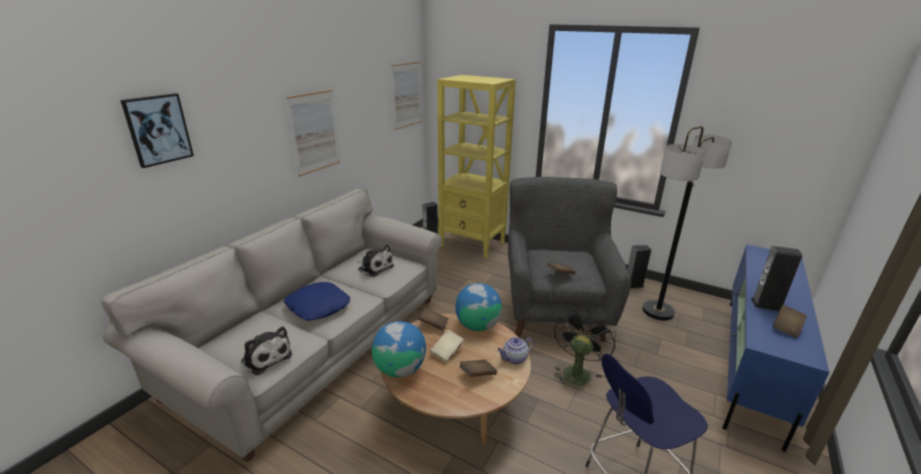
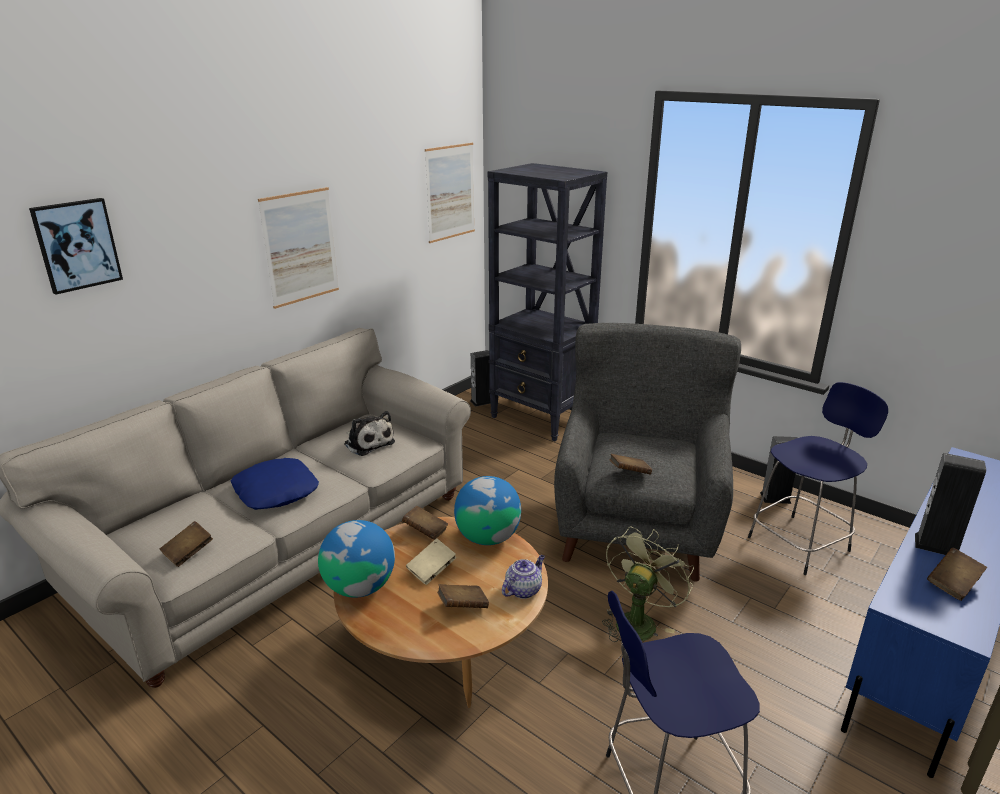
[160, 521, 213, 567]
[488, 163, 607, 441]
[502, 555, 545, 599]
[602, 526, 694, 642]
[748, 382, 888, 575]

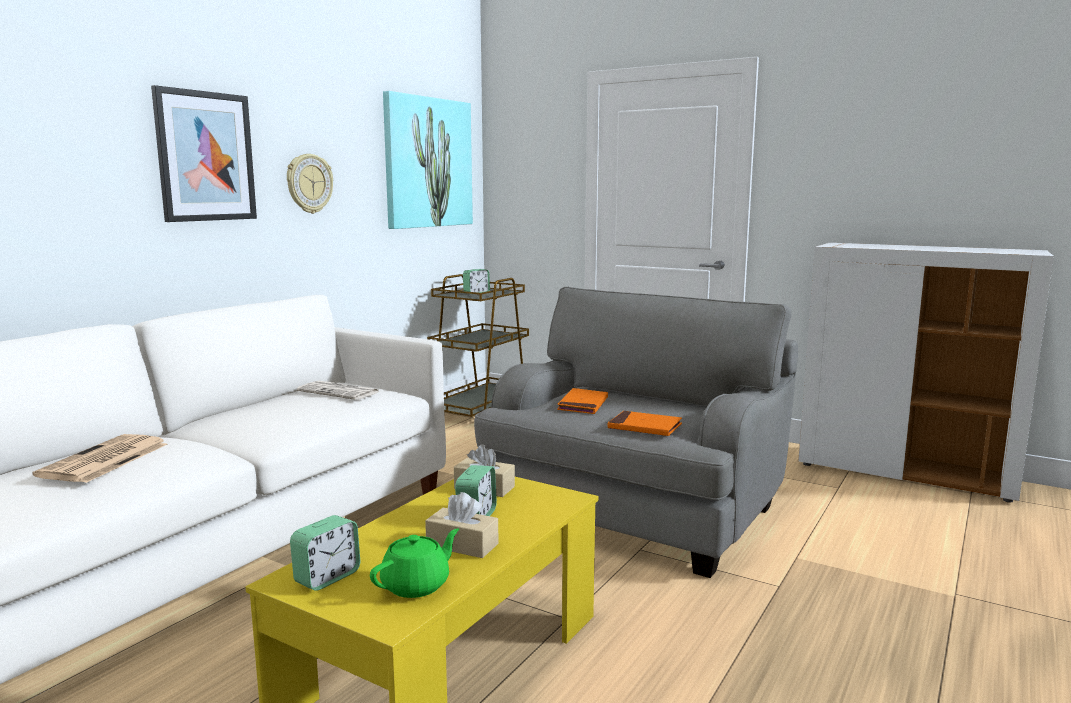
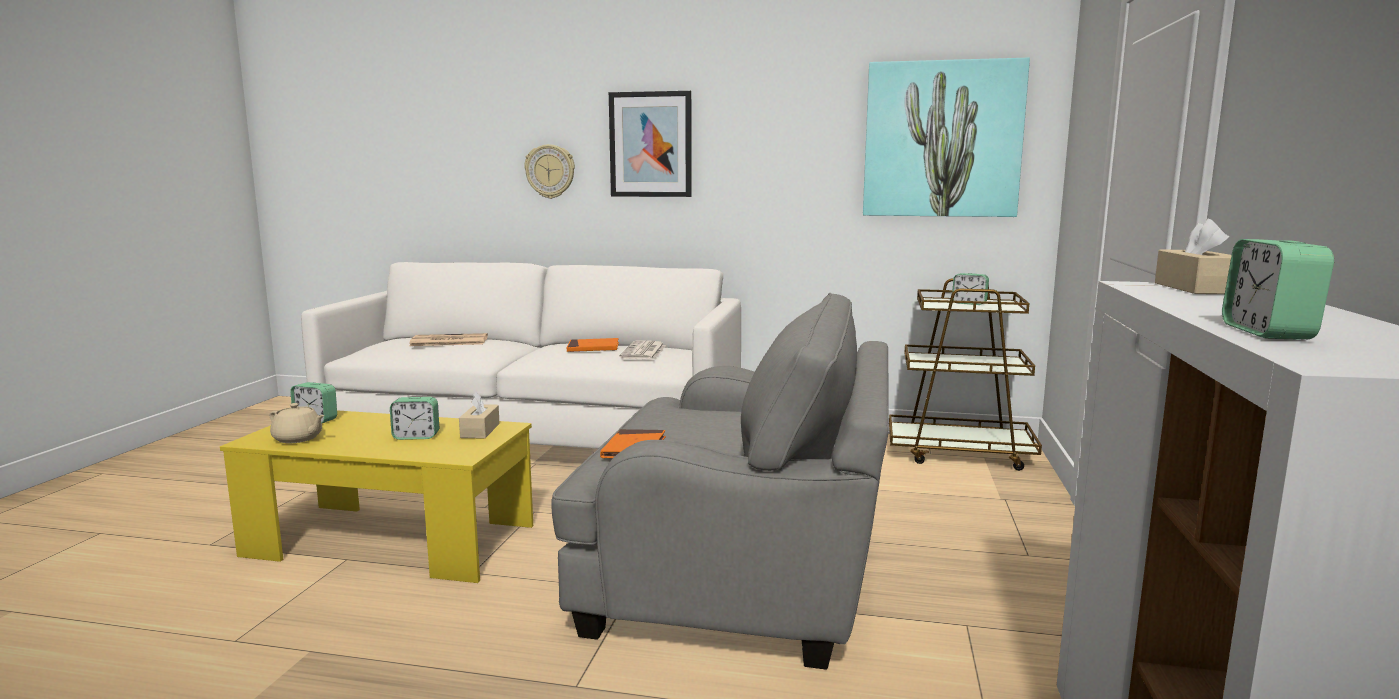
[269, 403, 324, 443]
[524, 144, 575, 199]
[567, 338, 619, 352]
[1155, 219, 1232, 294]
[1222, 239, 1334, 340]

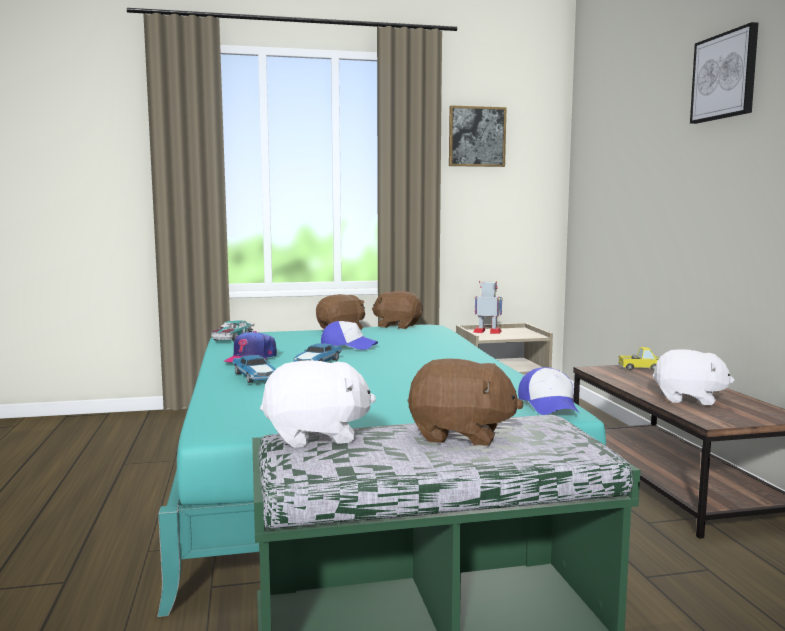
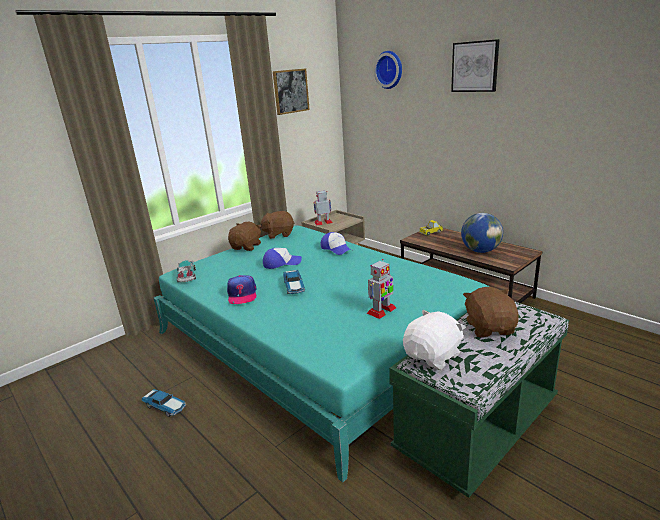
[141, 389, 187, 417]
[321, 232, 352, 255]
[367, 259, 396, 319]
[374, 51, 402, 89]
[461, 213, 503, 253]
[463, 287, 519, 337]

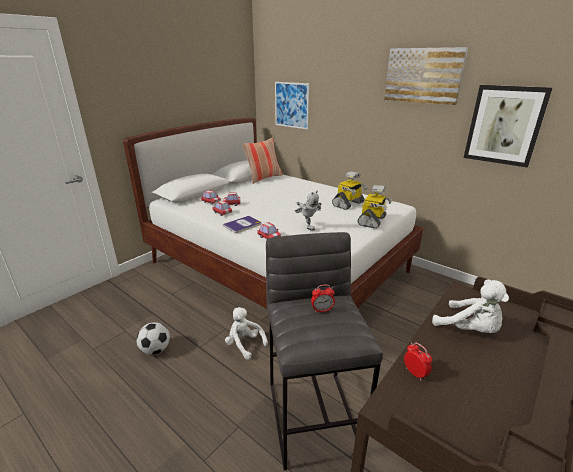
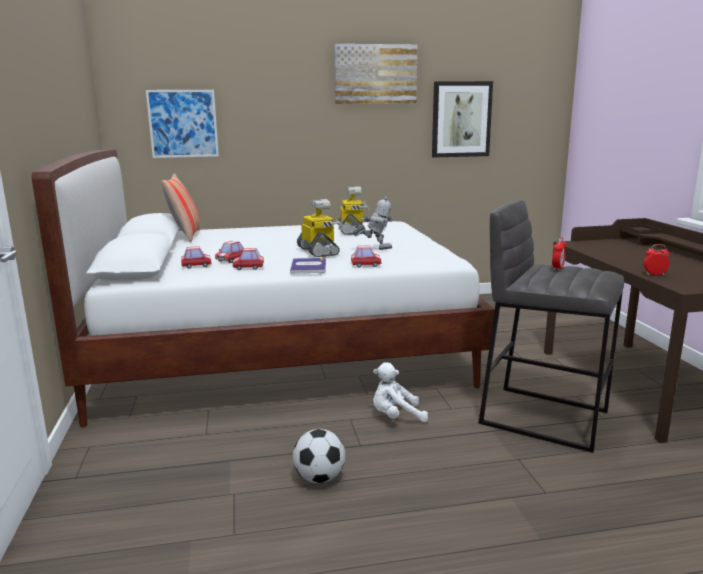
[297, 199, 343, 257]
[432, 280, 509, 333] (first image)

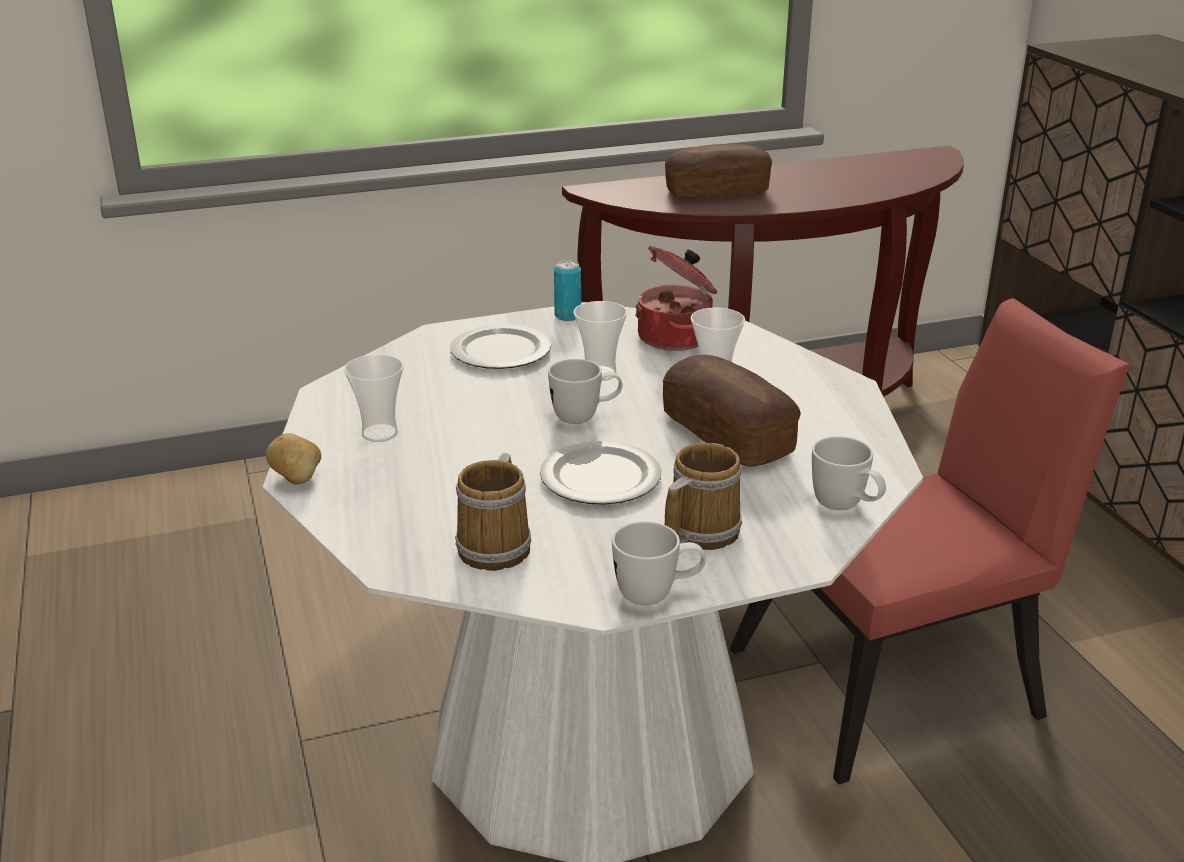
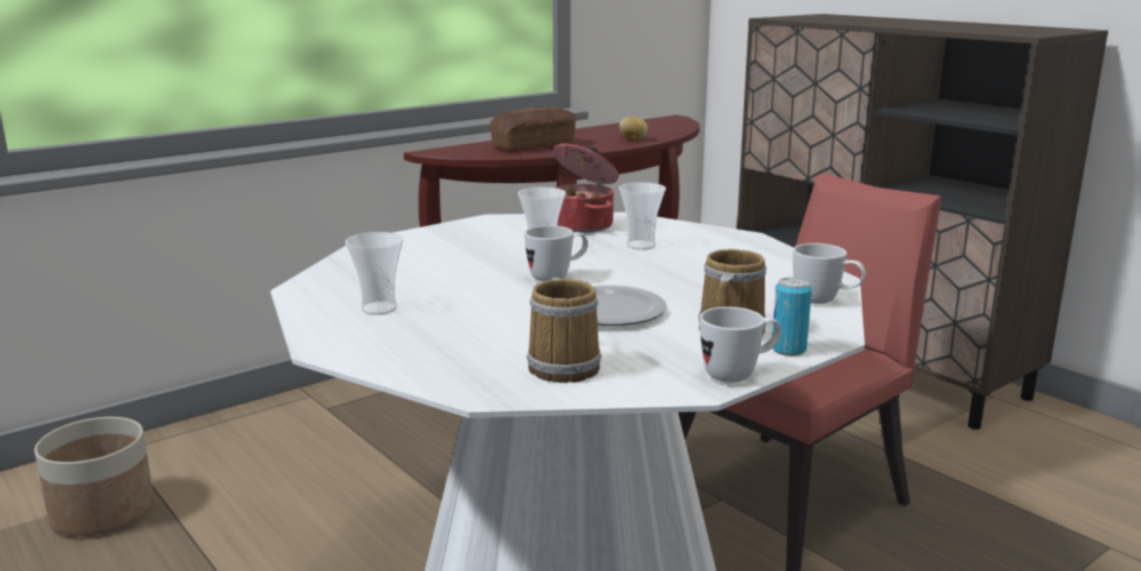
[34, 417, 154, 536]
[619, 116, 648, 140]
[772, 277, 812, 356]
[450, 324, 551, 369] (first image)
[663, 354, 801, 467] (first image)

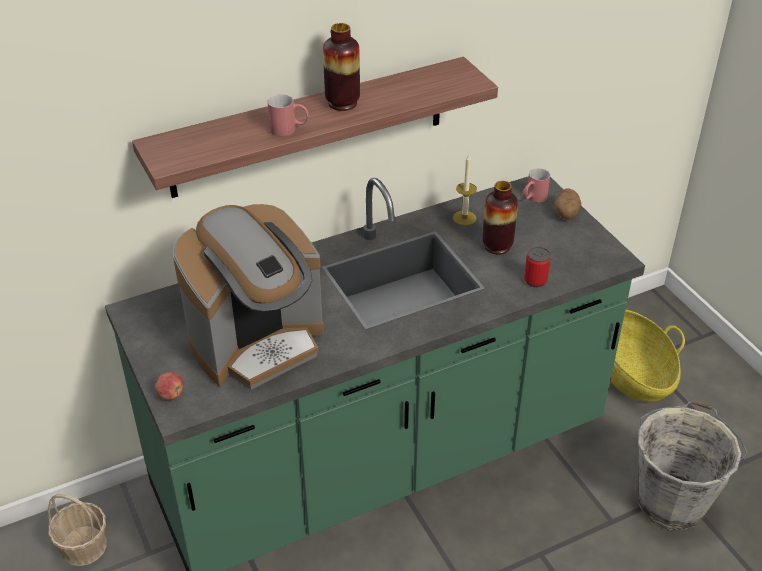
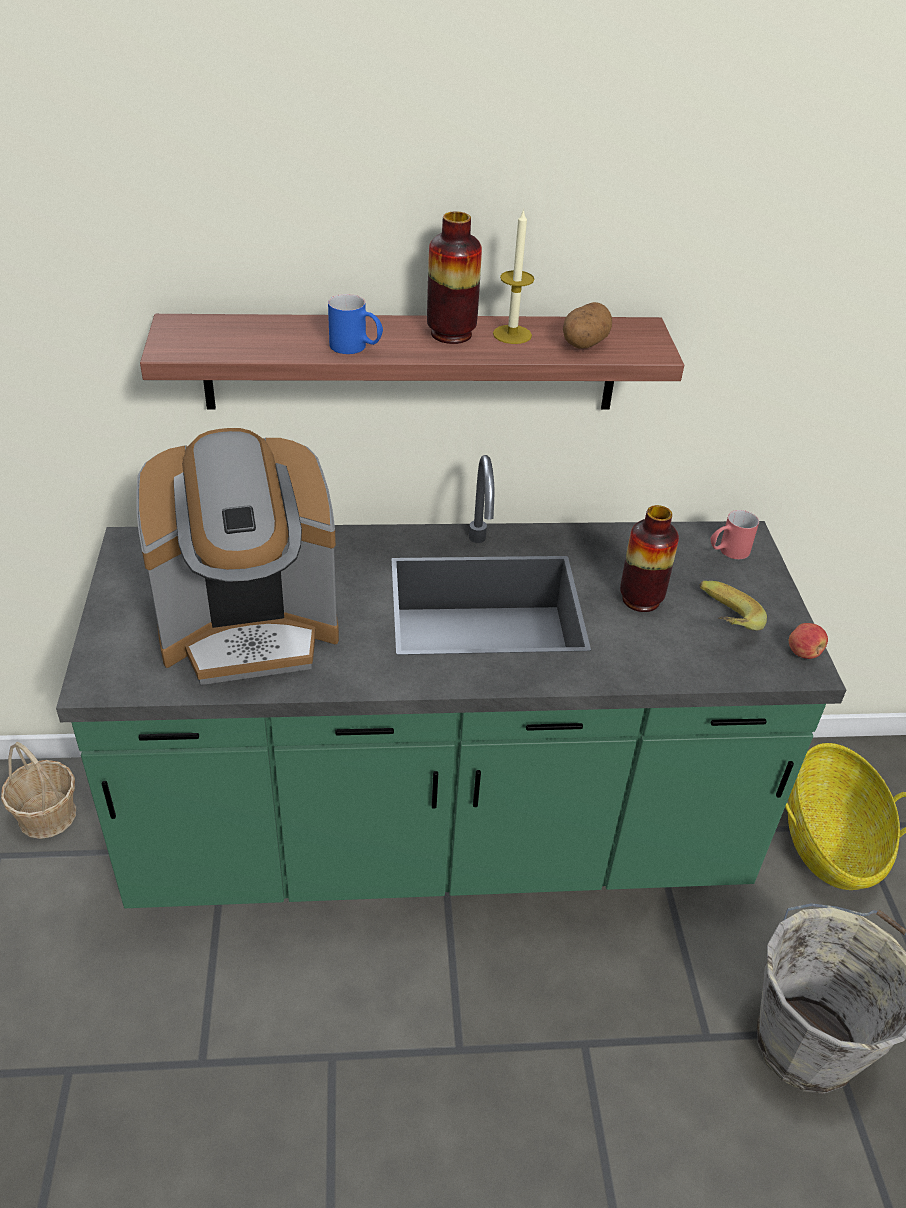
[328, 294, 383, 354]
[493, 208, 535, 344]
[563, 302, 612, 349]
[700, 581, 767, 631]
[789, 623, 828, 659]
[524, 247, 550, 287] (first image)

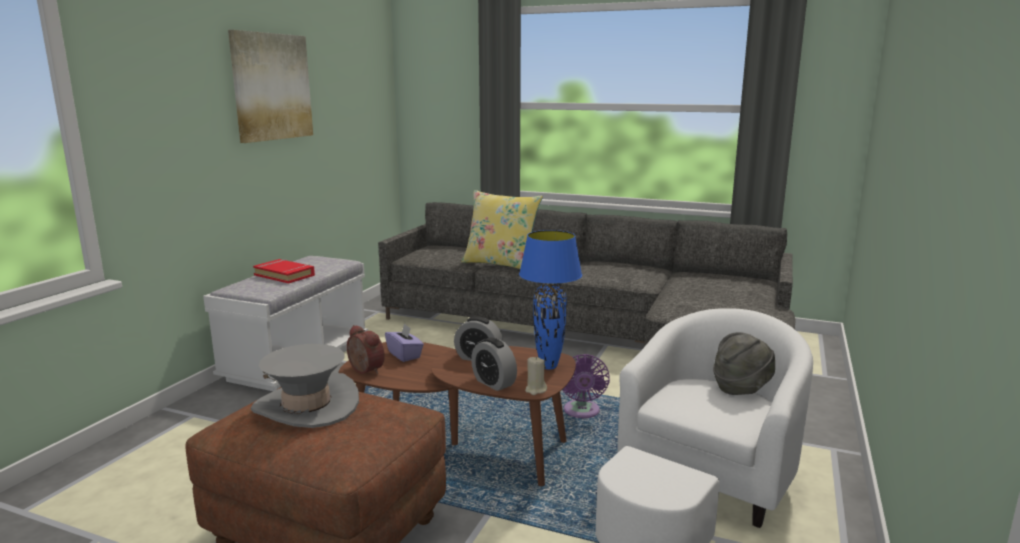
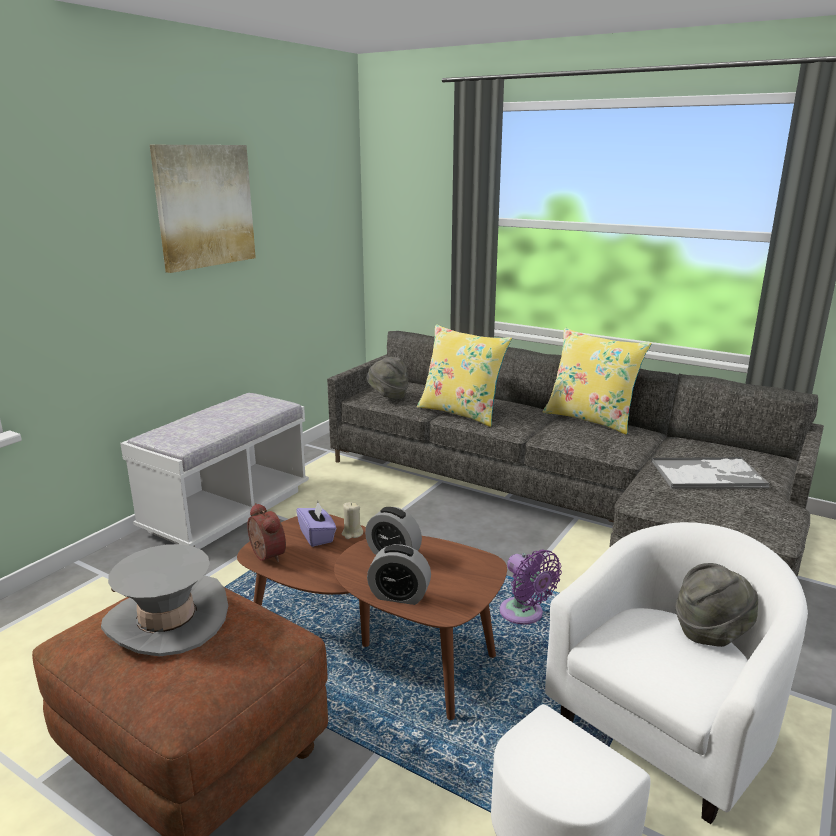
[342, 502, 363, 539]
[367, 357, 409, 399]
[367, 544, 431, 605]
[500, 549, 562, 625]
[543, 328, 652, 435]
[651, 457, 770, 489]
[253, 259, 315, 284] (first image)
[519, 230, 582, 370] (first image)

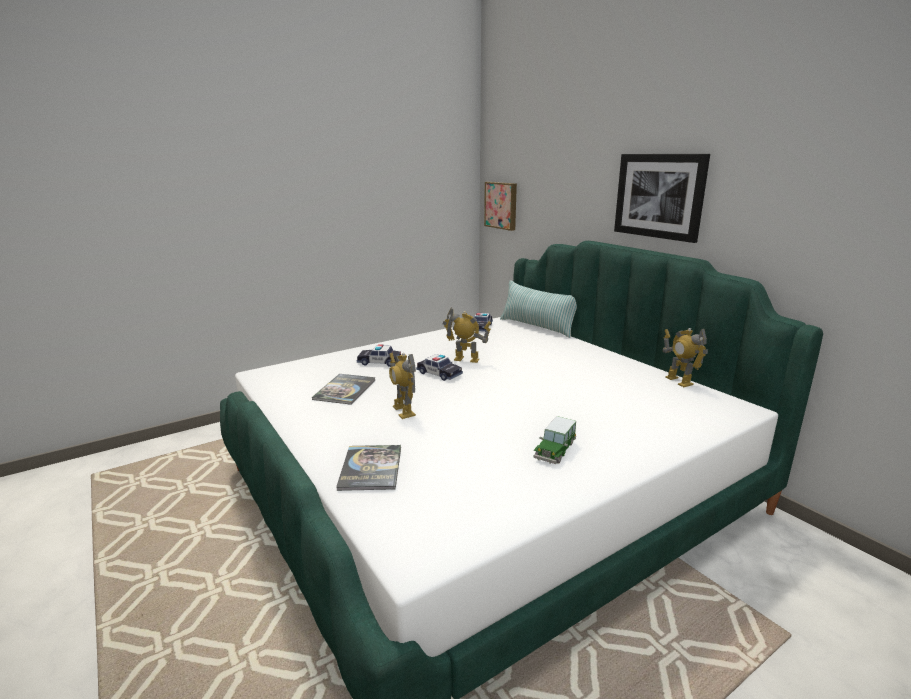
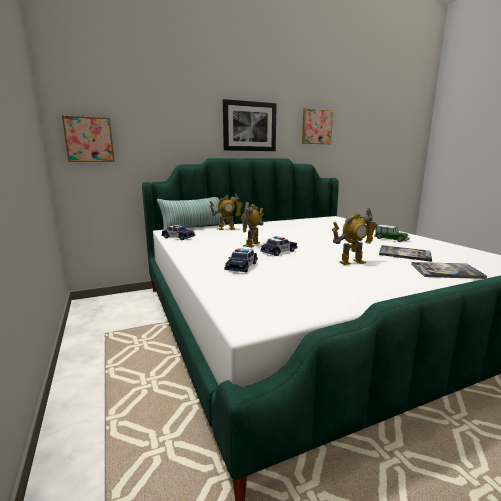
[210, 193, 243, 230]
[302, 108, 333, 144]
[379, 245, 432, 262]

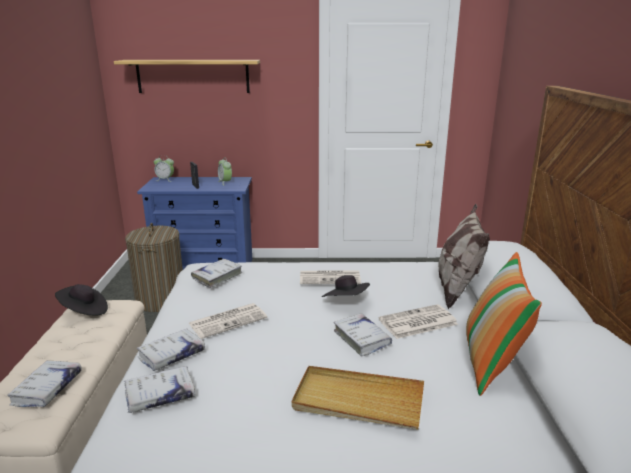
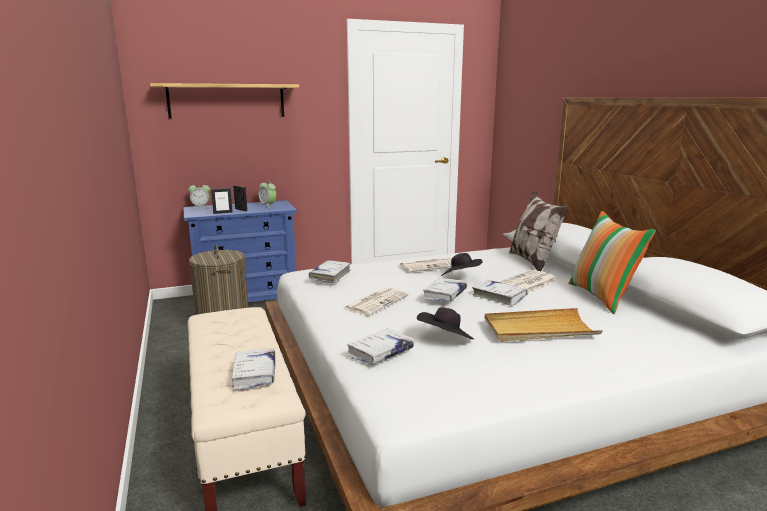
[211, 188, 233, 214]
[417, 307, 474, 339]
[423, 278, 467, 301]

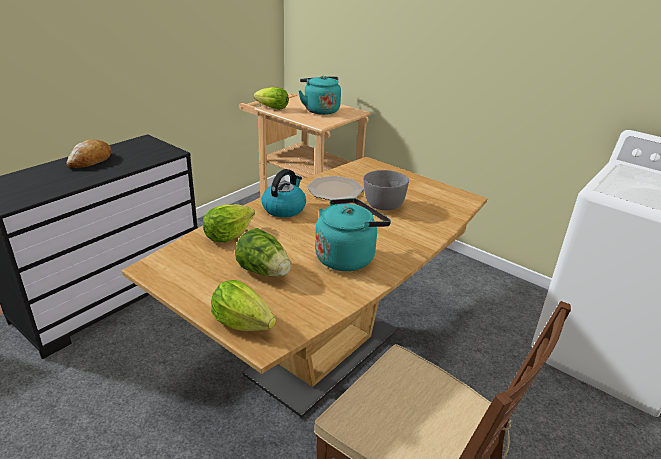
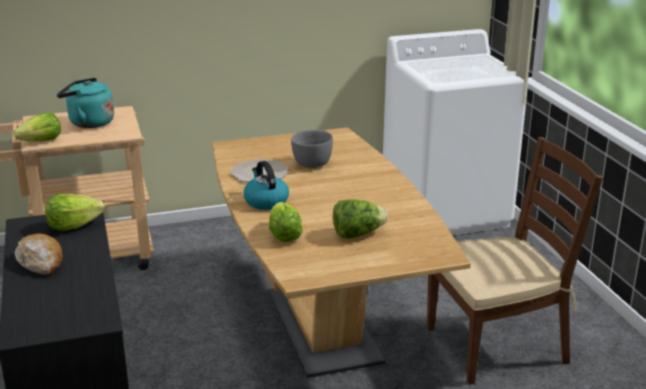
[45, 194, 105, 231]
[315, 198, 391, 271] (first image)

